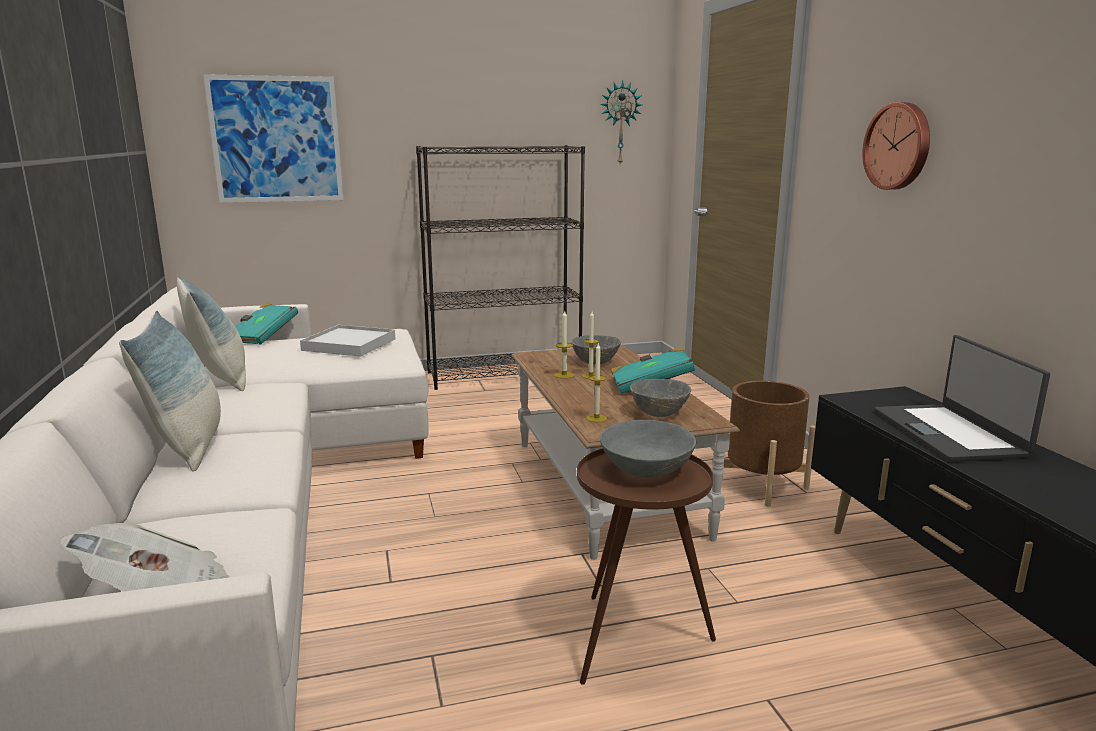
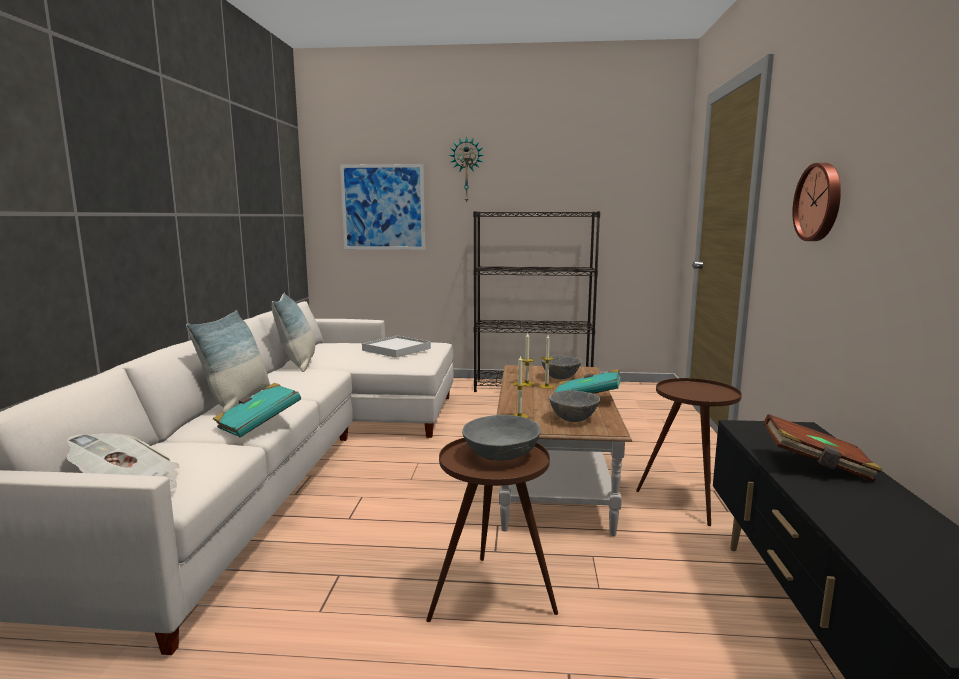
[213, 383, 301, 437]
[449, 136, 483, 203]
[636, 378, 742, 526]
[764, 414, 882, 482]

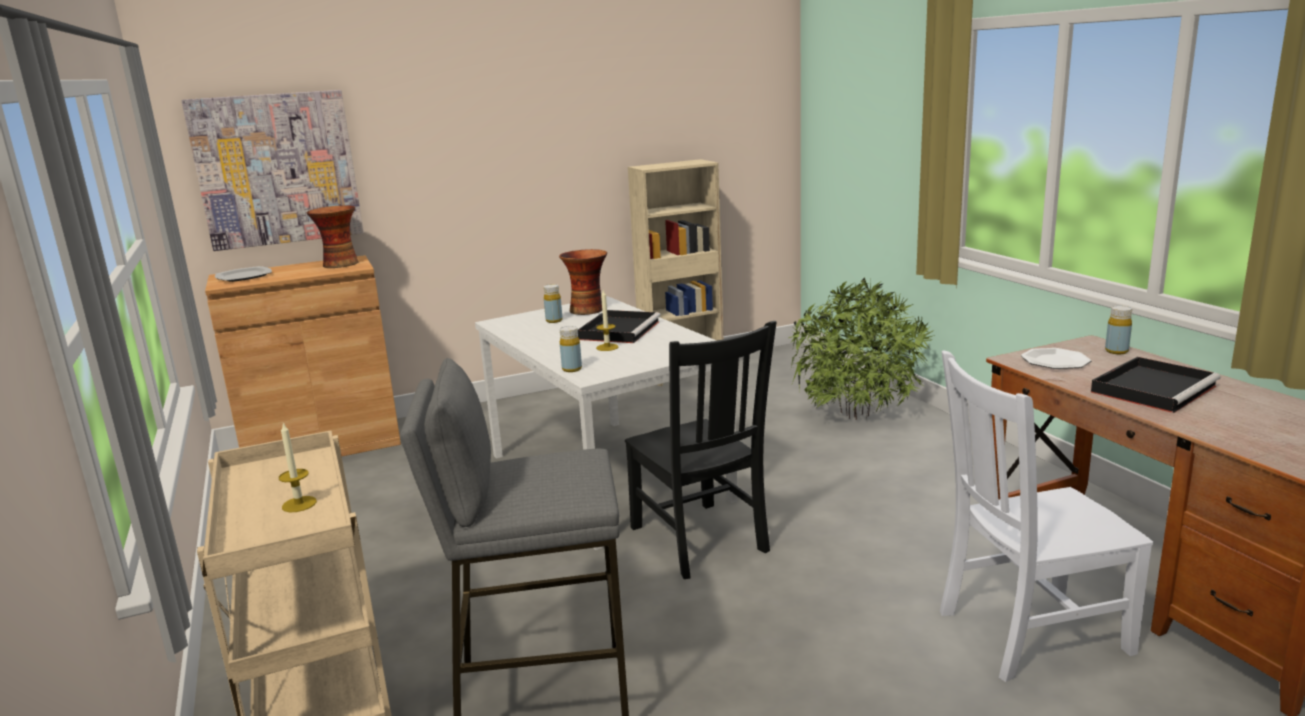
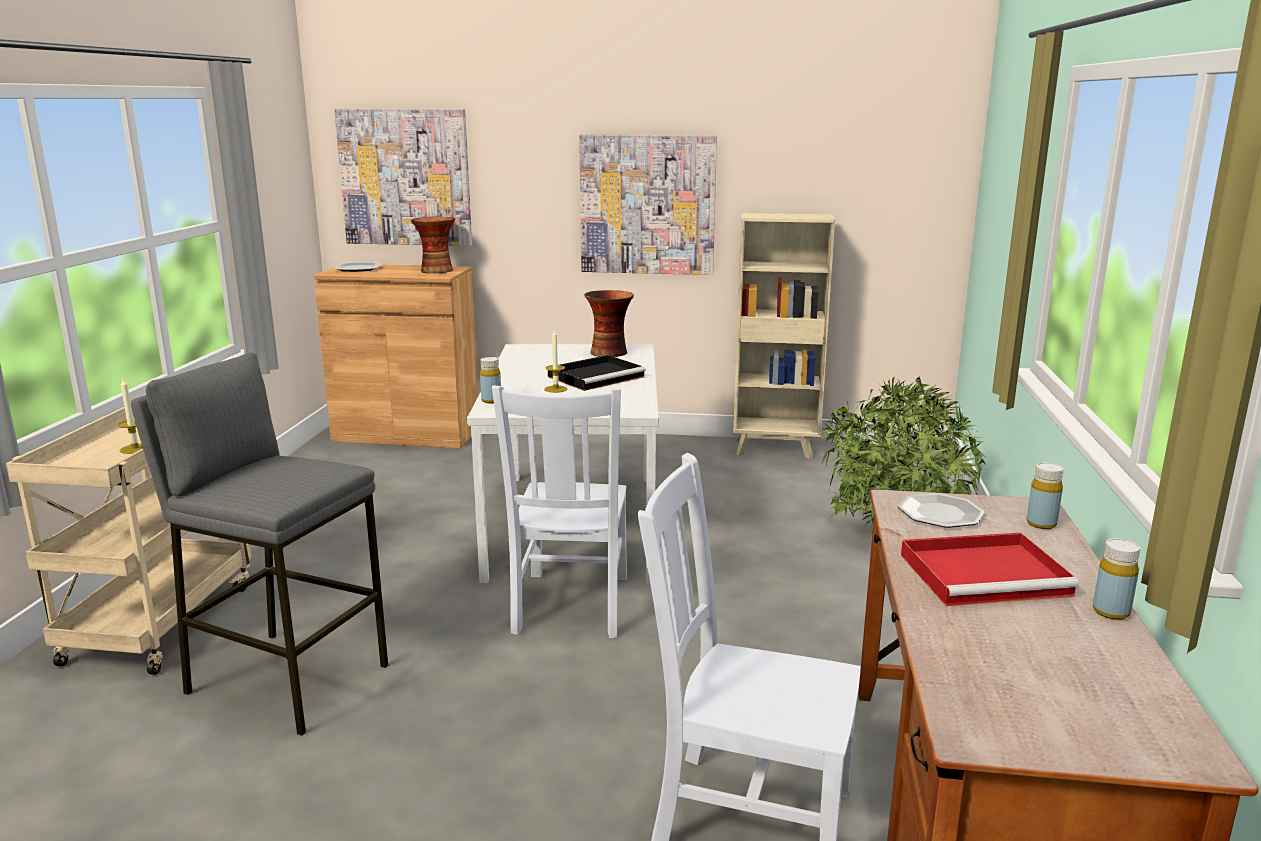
[492, 386, 627, 638]
[579, 135, 717, 275]
[901, 533, 1079, 606]
[1093, 539, 1140, 620]

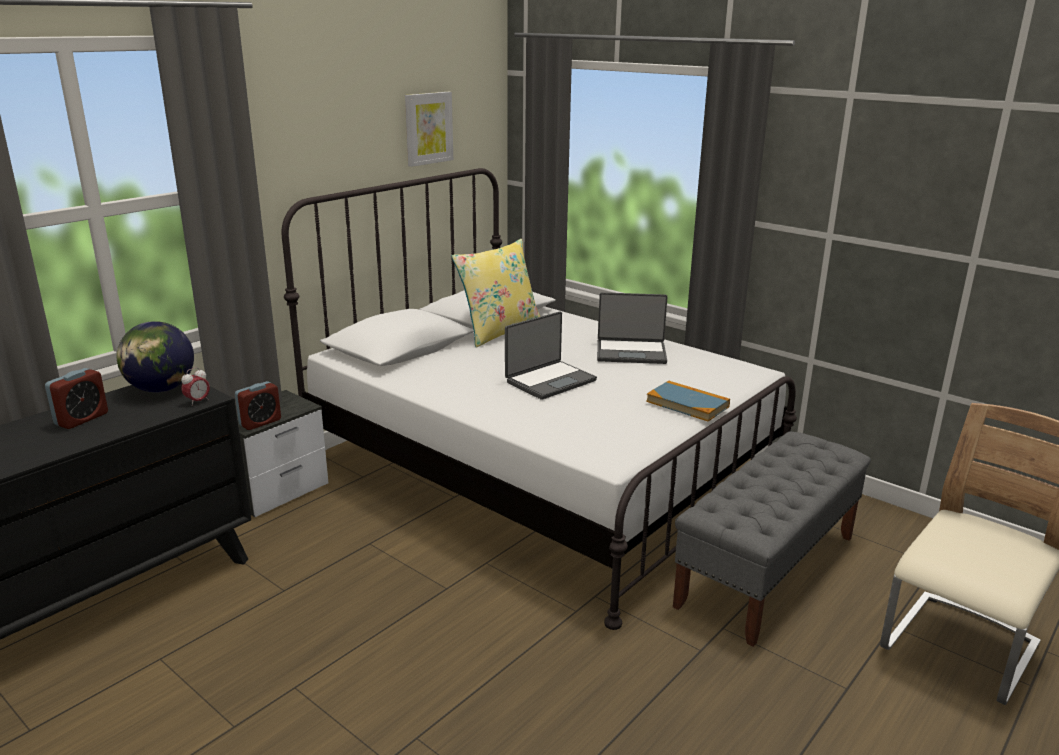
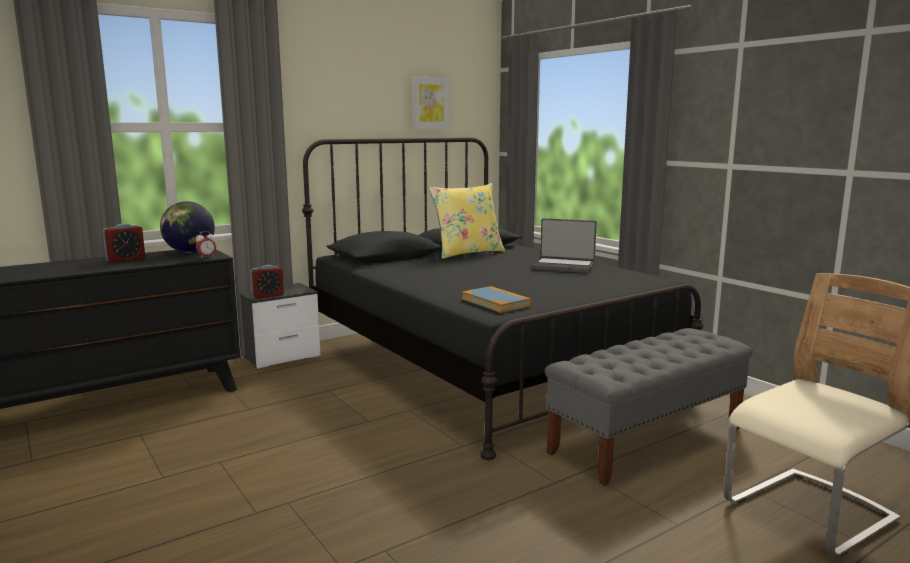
[302, 137, 703, 460]
[462, 286, 532, 313]
[505, 311, 597, 400] (first image)

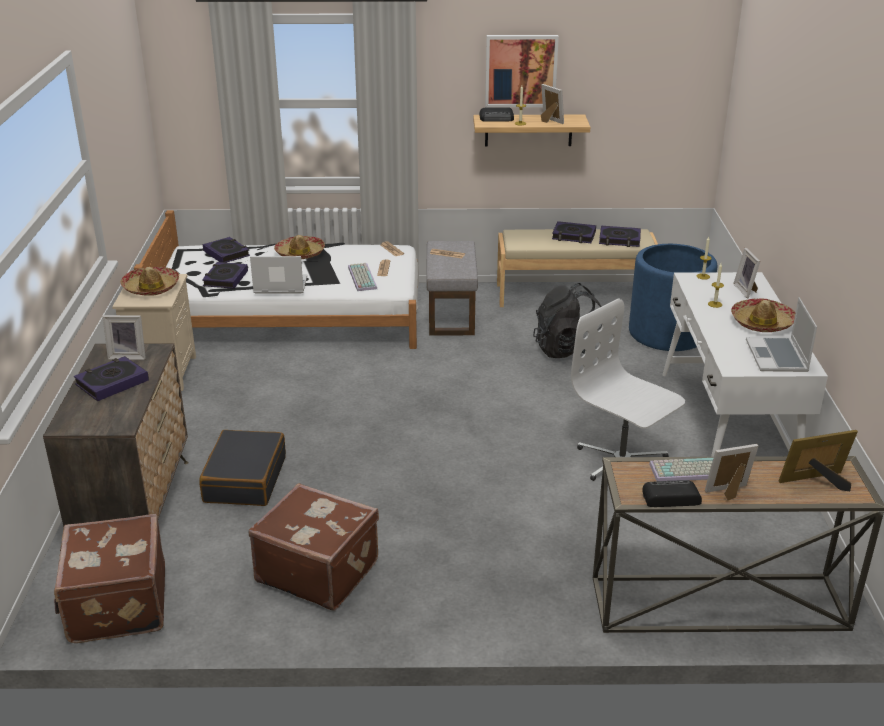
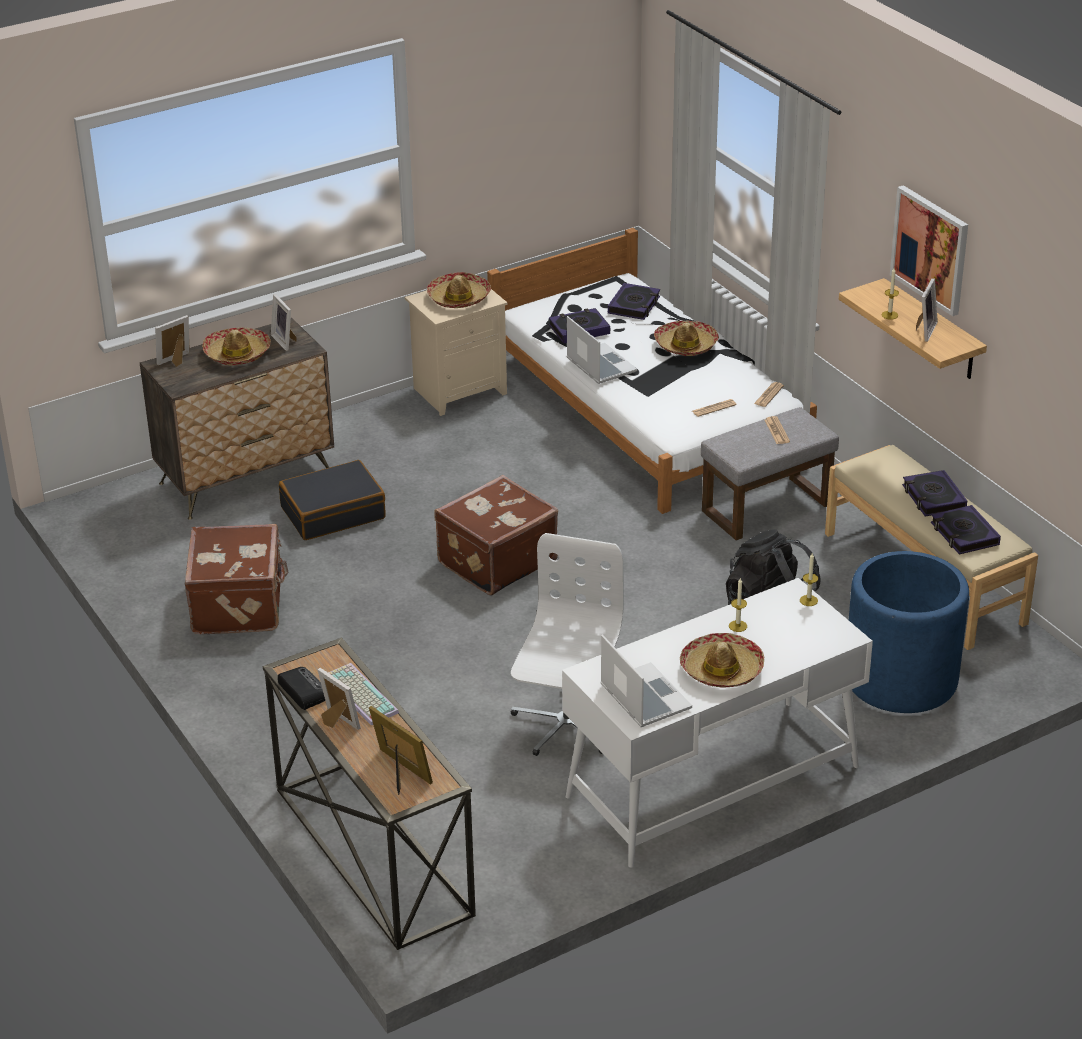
[155, 315, 190, 367]
[202, 327, 271, 366]
[434, 475, 558, 595]
[600, 634, 692, 727]
[348, 263, 377, 291] (first image)
[479, 107, 514, 122] (first image)

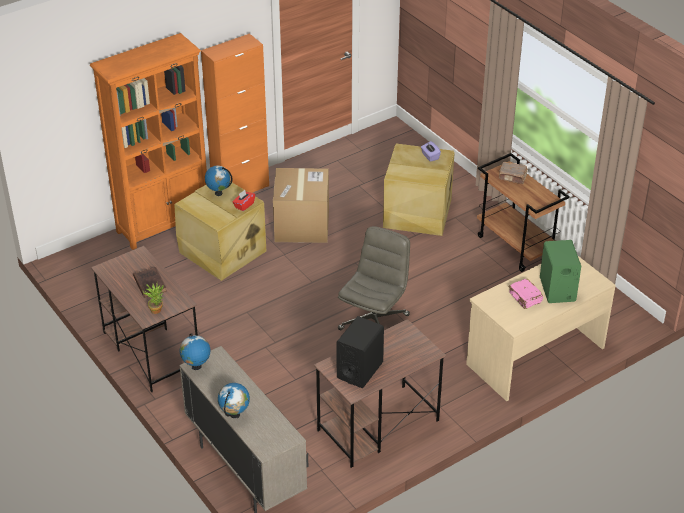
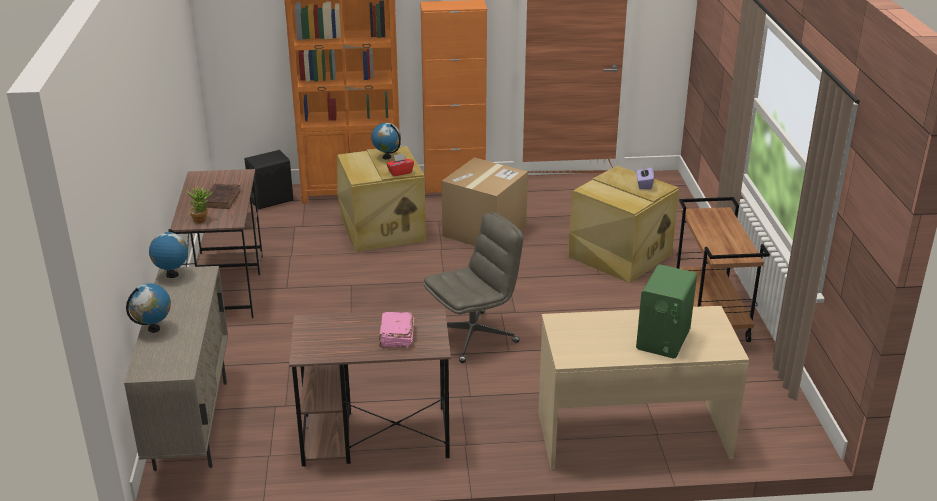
[245, 150, 293, 209]
[379, 312, 414, 348]
[499, 162, 528, 184] (first image)

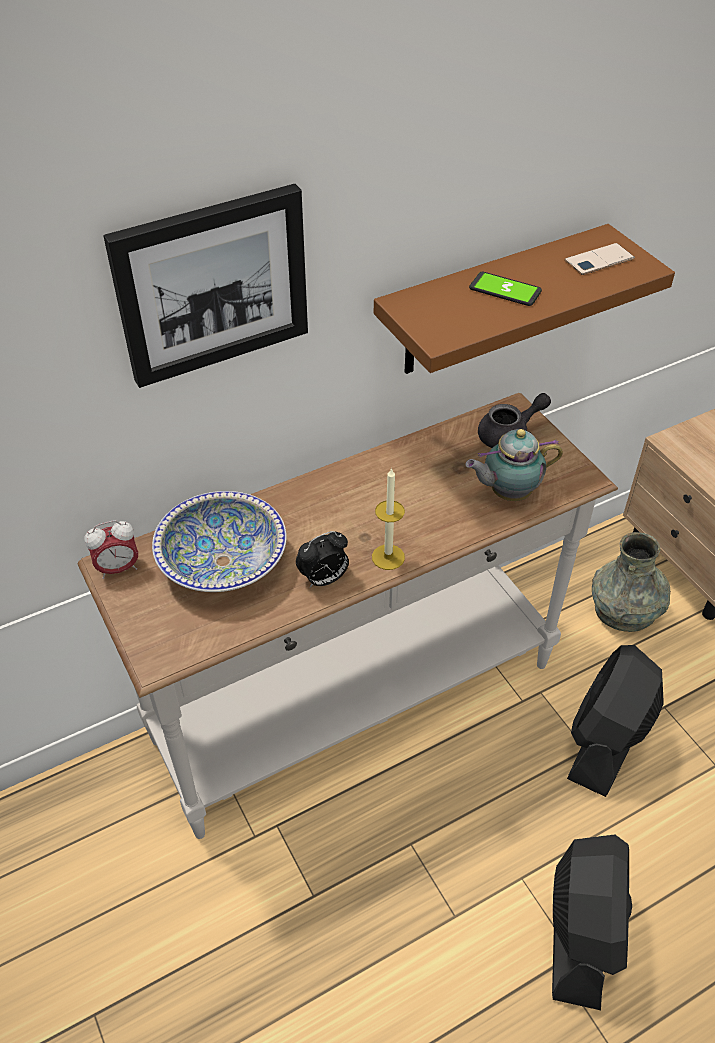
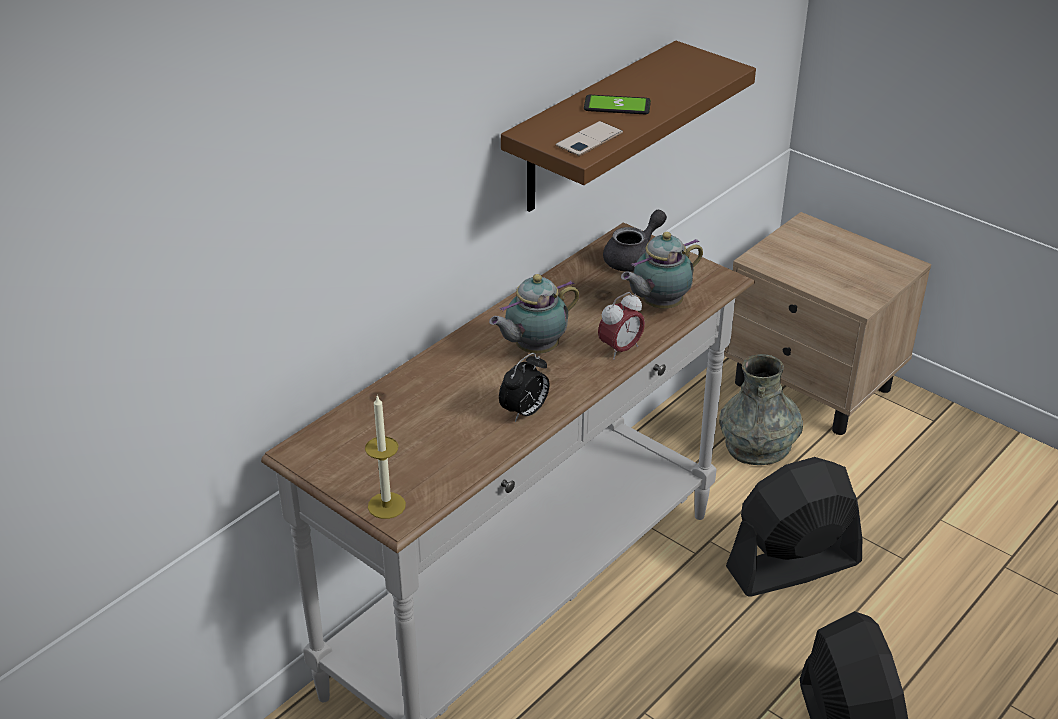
[365, 395, 406, 519]
[489, 274, 579, 354]
[556, 121, 623, 156]
[598, 292, 645, 360]
[726, 457, 862, 597]
[103, 184, 308, 388] (first image)
[152, 491, 287, 592] (first image)

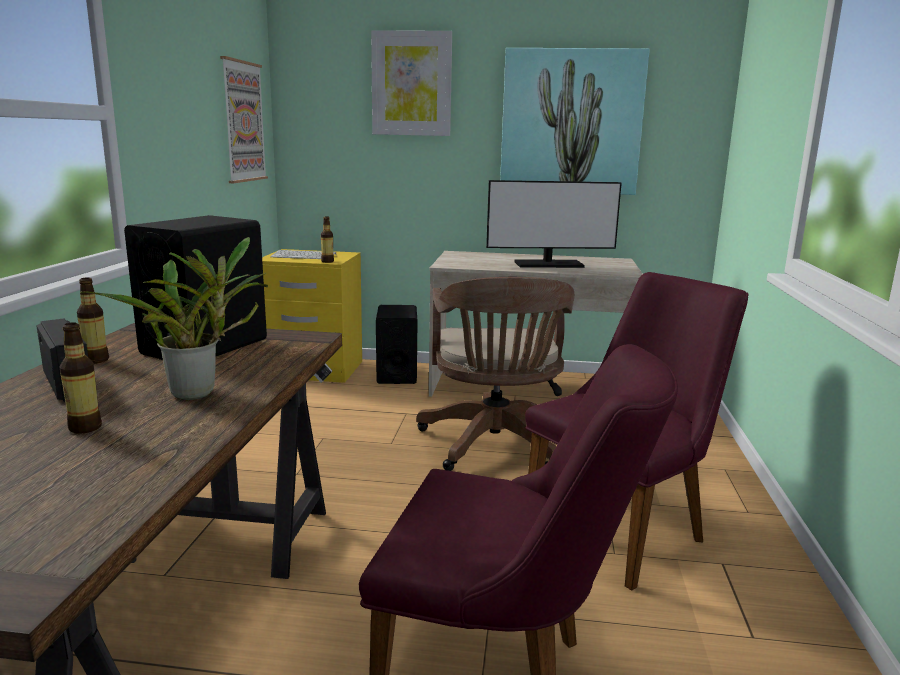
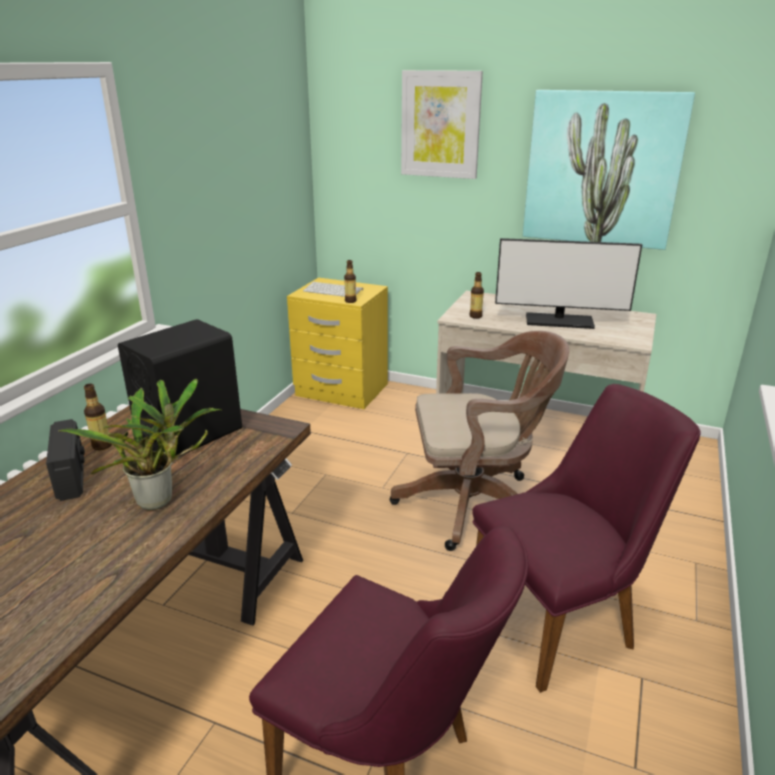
[390, 331, 569, 551]
[470, 272, 484, 319]
[220, 56, 268, 183] (first image)
[376, 305, 418, 384] (first image)

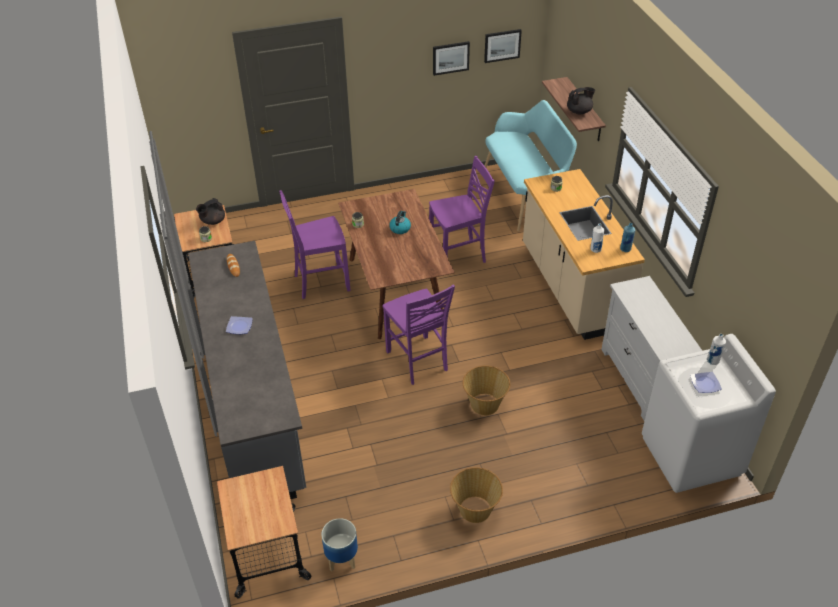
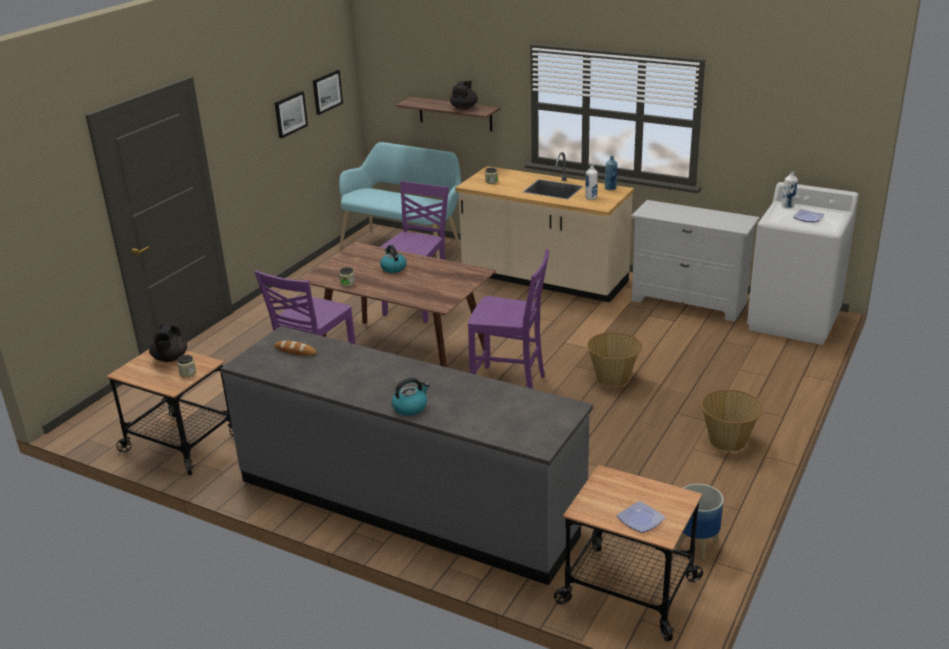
[391, 378, 430, 416]
[617, 501, 666, 533]

